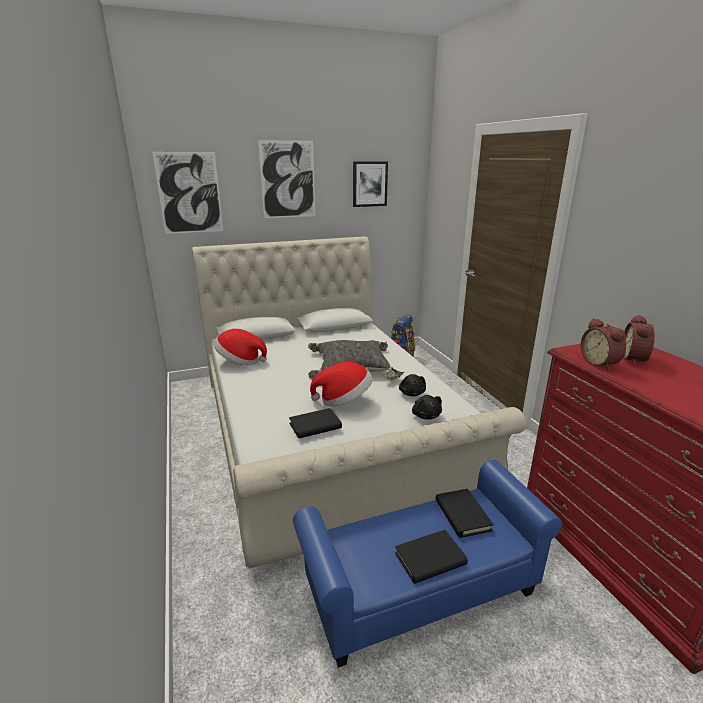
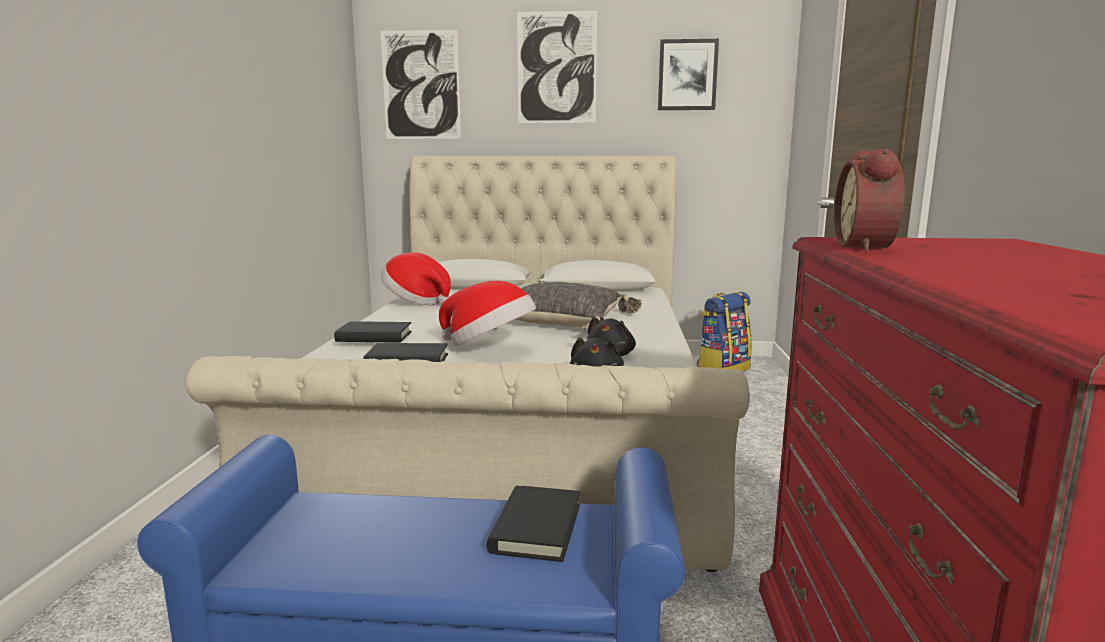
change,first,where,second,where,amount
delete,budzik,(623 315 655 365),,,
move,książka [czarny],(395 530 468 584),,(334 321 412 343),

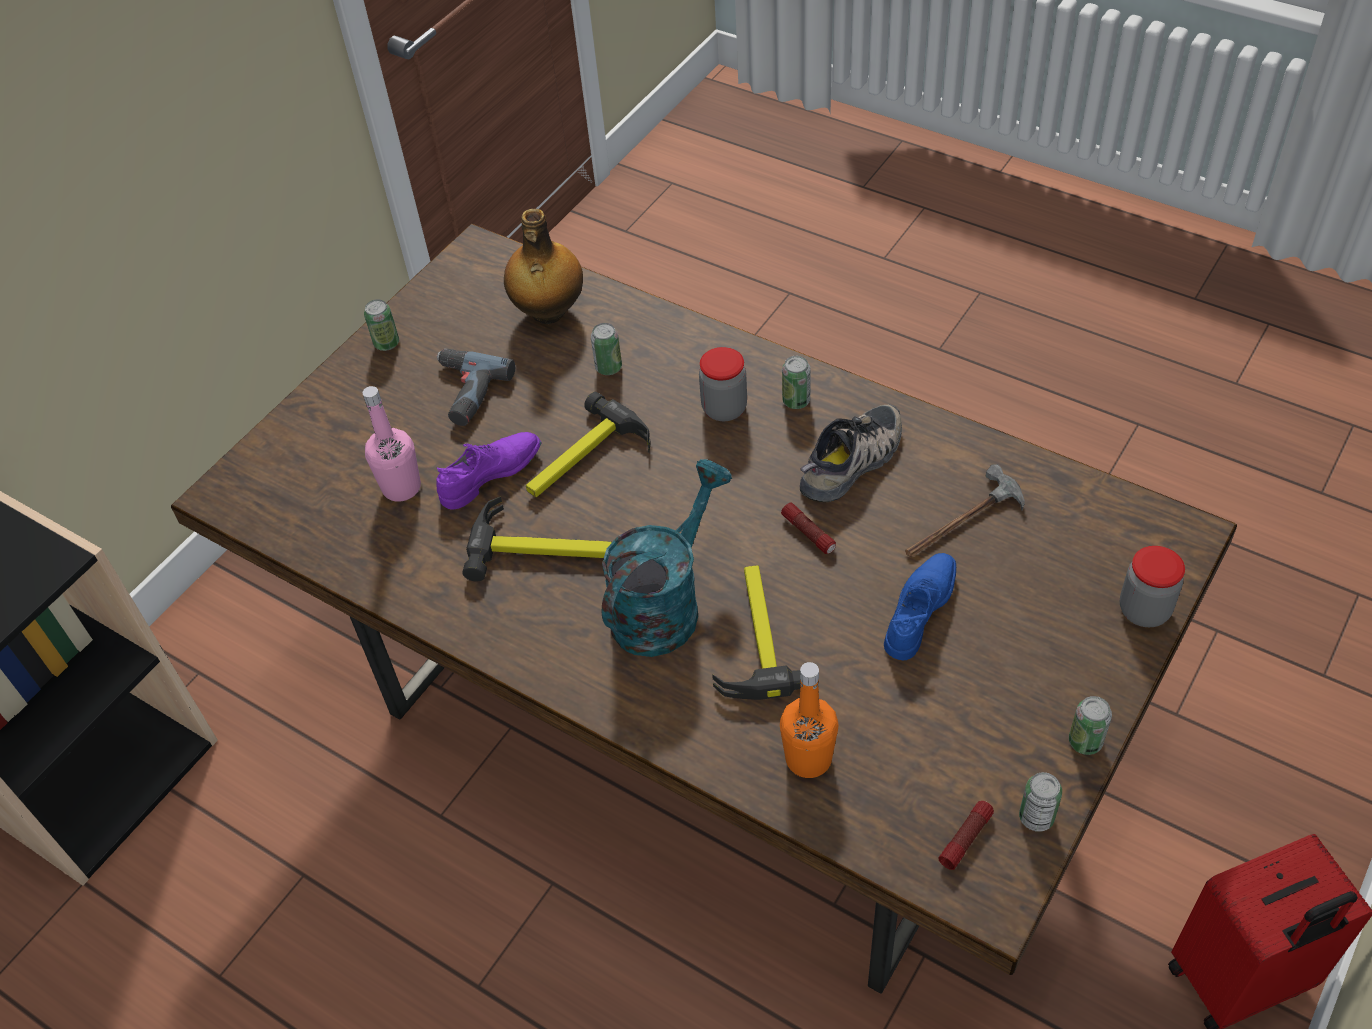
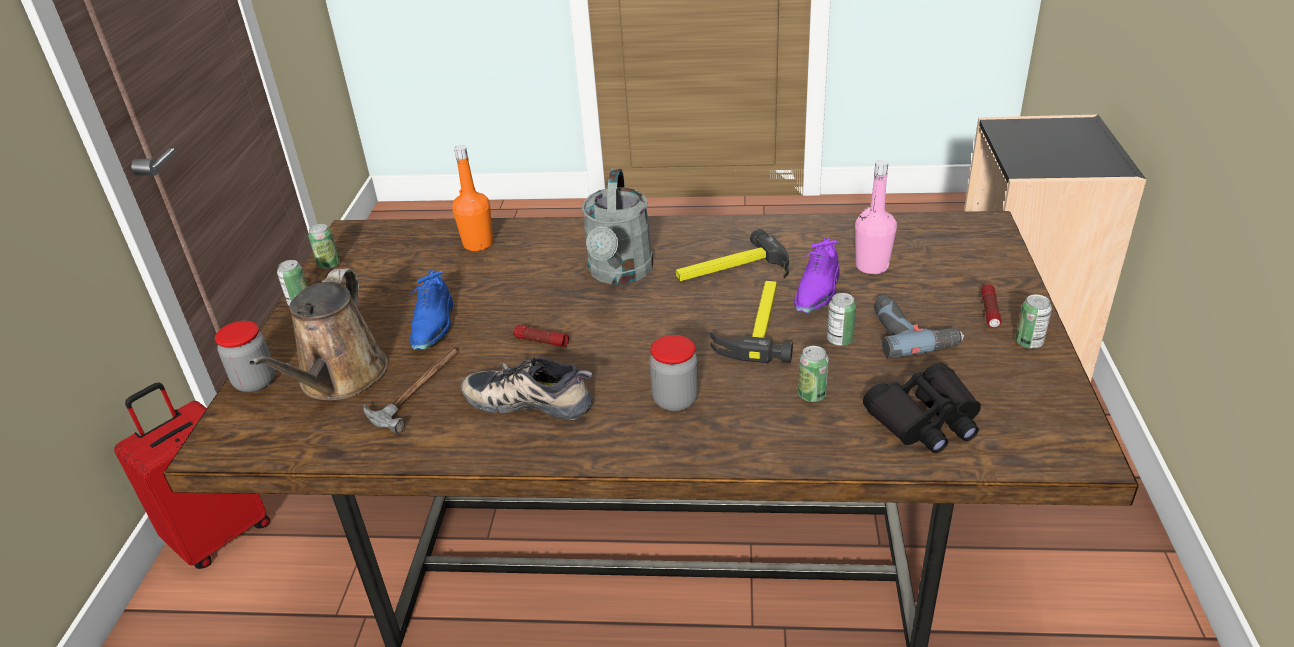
change,first,where,second,where,amount
replace,butelka,(504 209 583 324),lornetka [czarny],(863 362 981 453),
move,puszka,(782 356 811 409),,(827 293 856 346),
rotate,but,(800 404 902 502),,(461 358 593 420),90 degrees clockwise
recolor,konewka [turkusowy],(602 459 732 657),konewka [szary],(582 169 653 285),
delete,młotek,(712 565 801 700),,,
move,latarka,(938 801 994 870),,(981 284 1002 327),
insert,,,konewka [brązowy],(249 268 388 400),

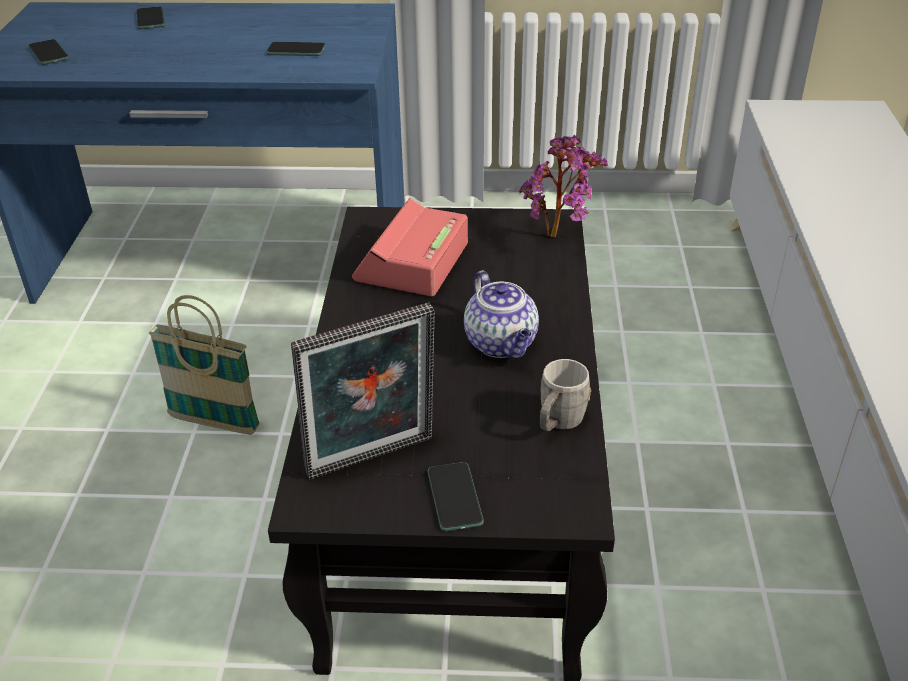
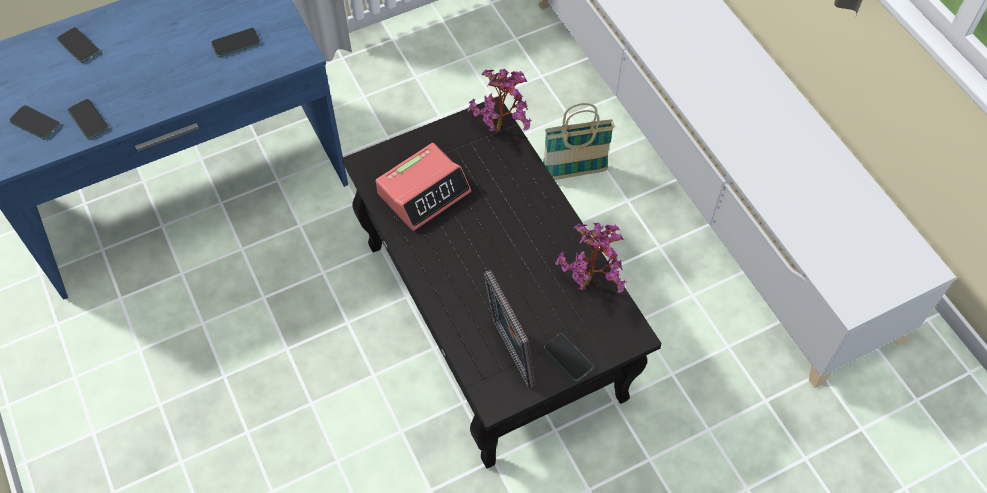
change,first,where,second,where,amount
rotate,budzik,(352 198 468 296),,(376 143 471 231),120 degrees counterclockwise
delete,imbryk,(464 270 539 358),,,
move,koszyk,(149 295 260 435),,(543 103 615 180),
rotate,ramka na zdjęcie,(291 303 435 480),,(484 270 535 388),120 degrees clockwise
replace,kubek [szary],(540 359 591 431),roślina doniczkowa,(555 223 626 293),
insert,,,telefon,(68 99 109 139),

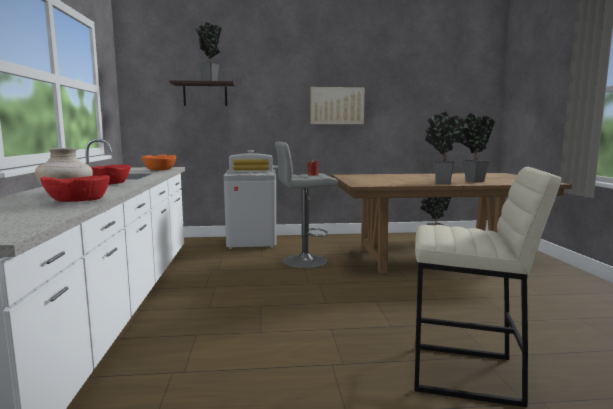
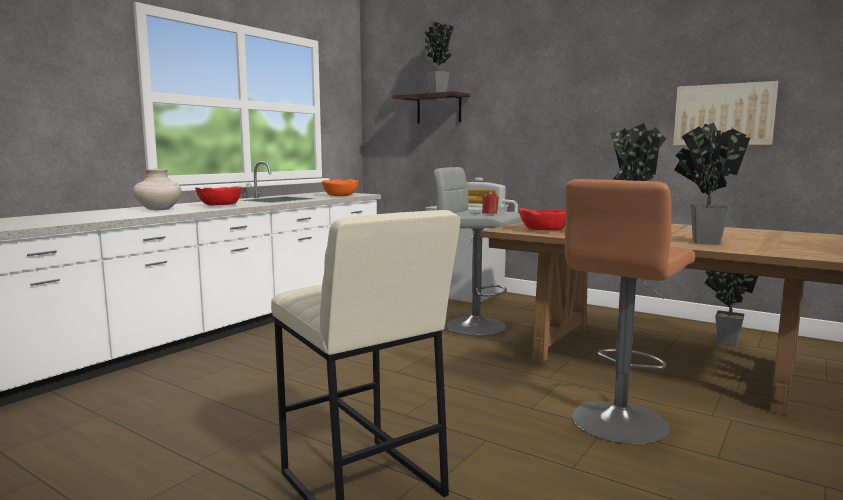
change,first,where,second,where,amount
move,obraz,(310 87 365 124),,(673 81 779 145),
move,miska [czerwony],(40 175 110 202),,(519 208 566 231),
insert,,,stołek [brązowy],(565 179 695 444),

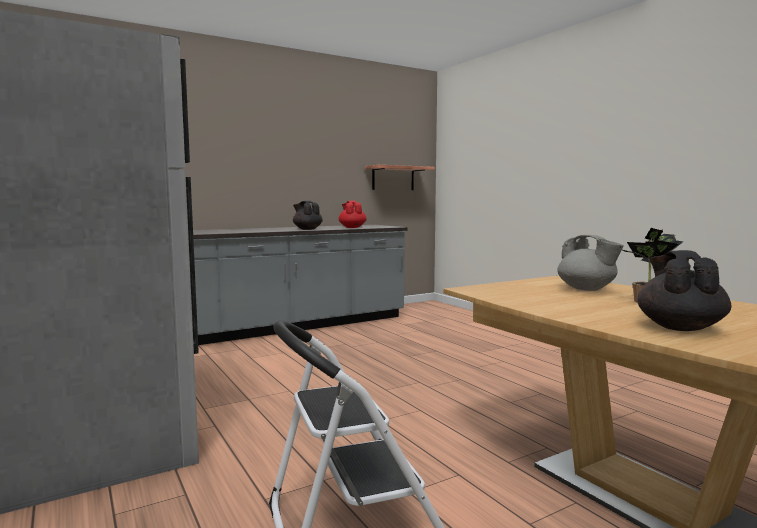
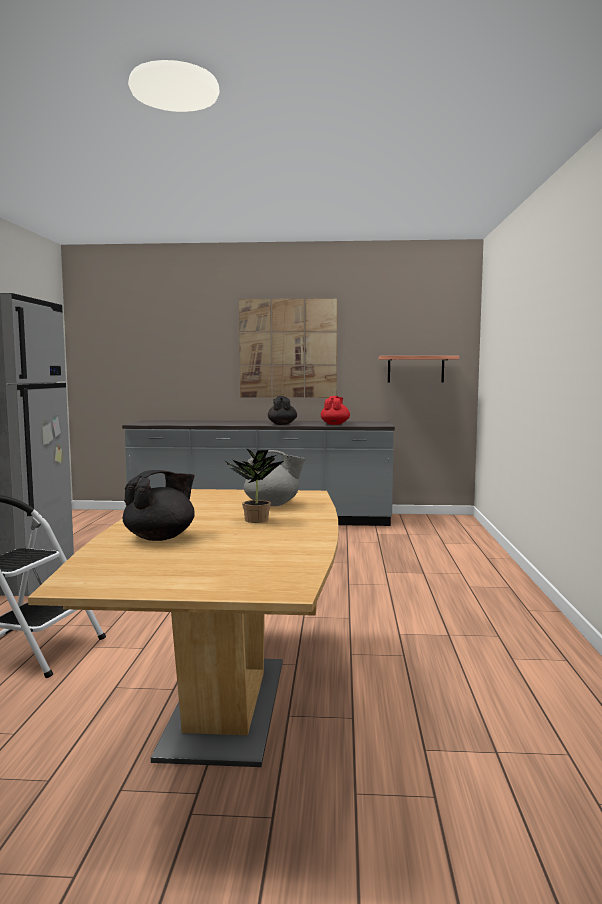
change,first,where,second,where,amount
rotate,imbryk [szary],(557 235 624 291),,(244 450 305 506),90 degrees counterclockwise
insert,,,obraz,(239 298 337 398),

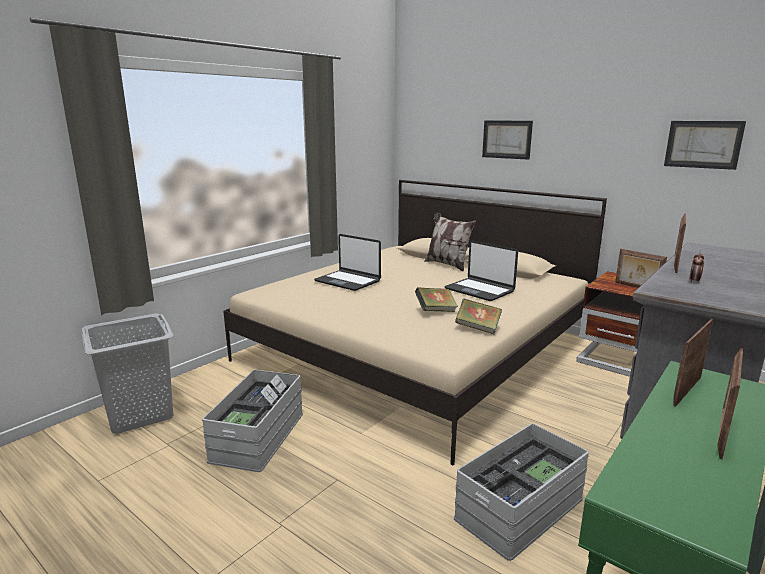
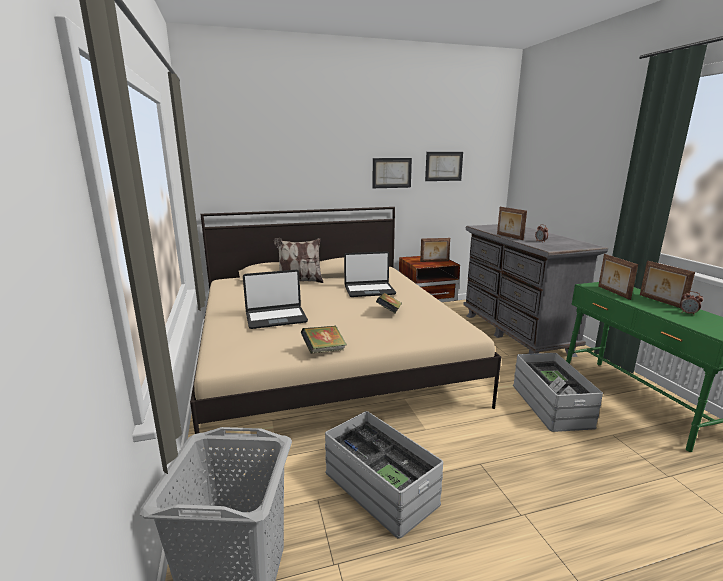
change,first,where,second,where,amount
move,obraz,(482 120 533 160),,(373 158 412 188),
move,książka,(455 299 502 334),,(301 326 347 354),
insert,,,budzik,(680 291 703 316),

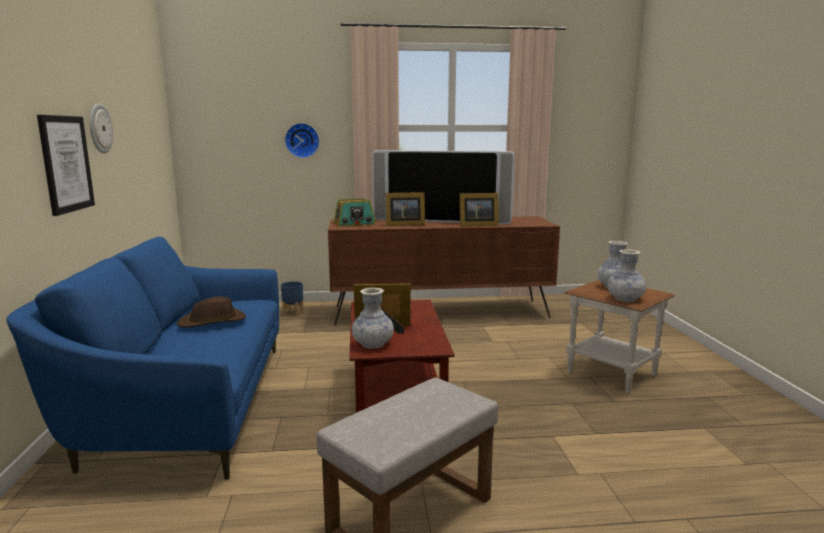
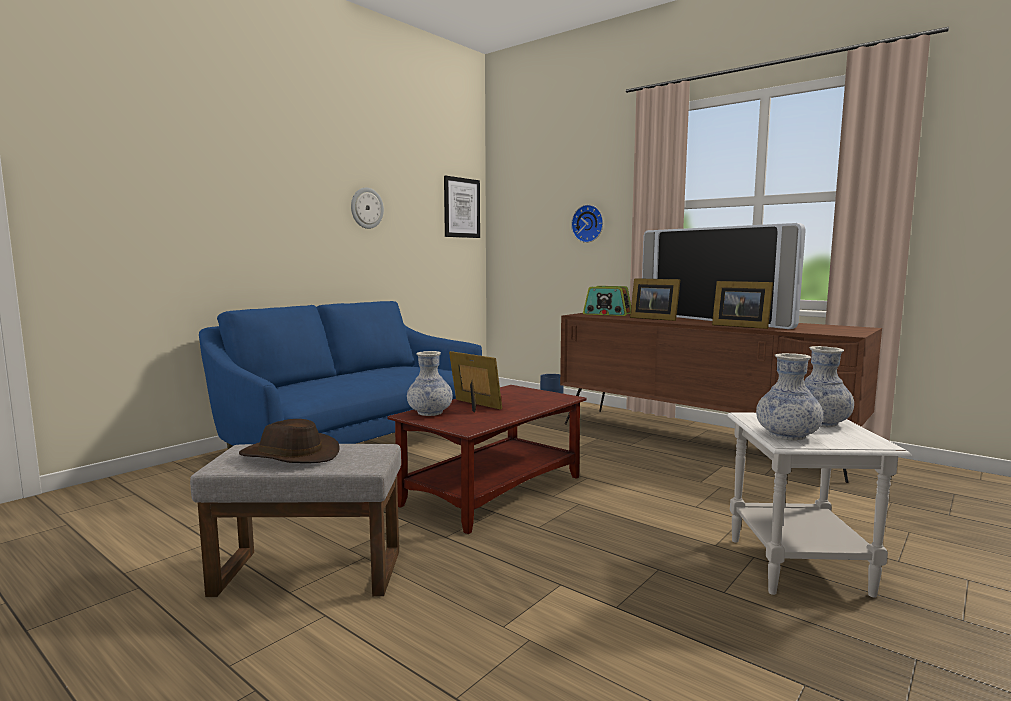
change,first,where,second,where,amount
move,obraz,(37 115 95 216),,(444 176 480 238),
recolor,stolik [brązowy],(564 280 675 393),stolik [biały],(727 412 911 598),
move,kapelusz [brązowy],(177 297 246 328),,(239 419 340 463),

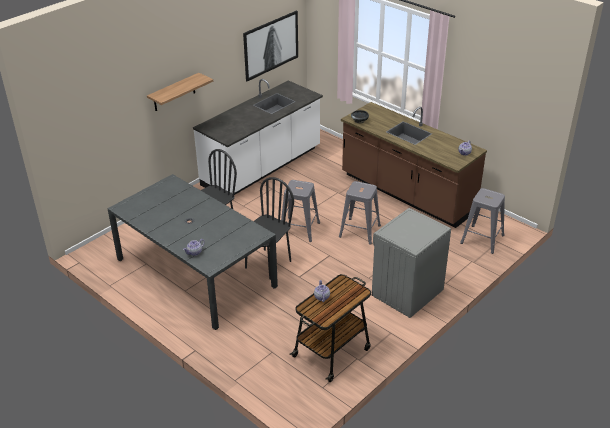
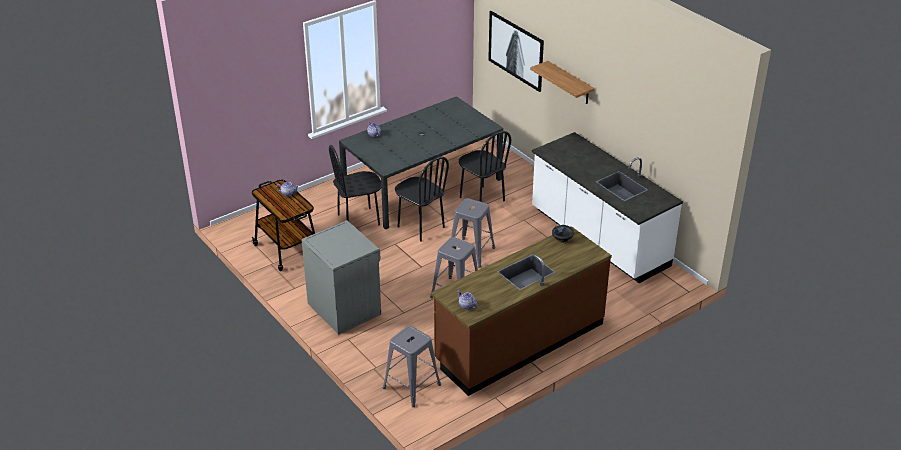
change,first,where,second,where,amount
move,obraz,(243 11 298 81),,(488 11 544 92),
insert,,,krzesło [czarny],(329 145 381 225),

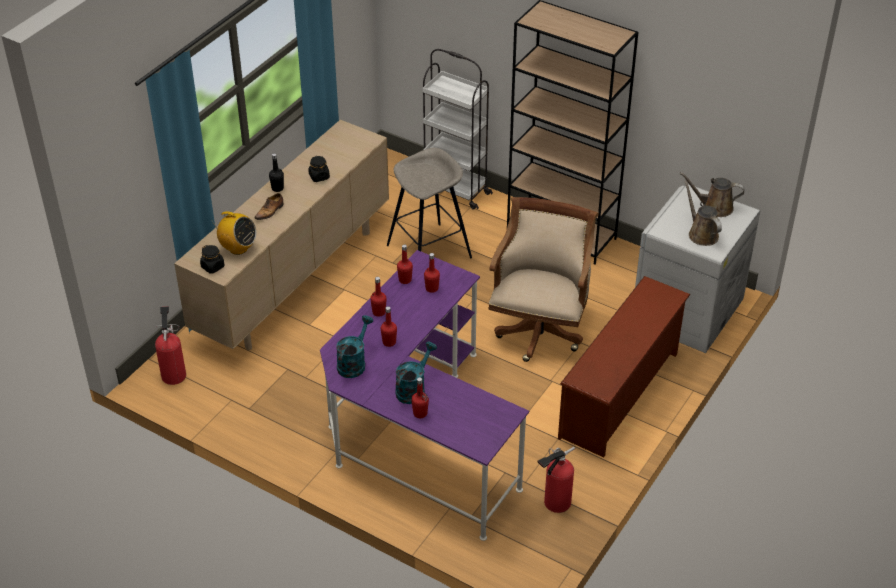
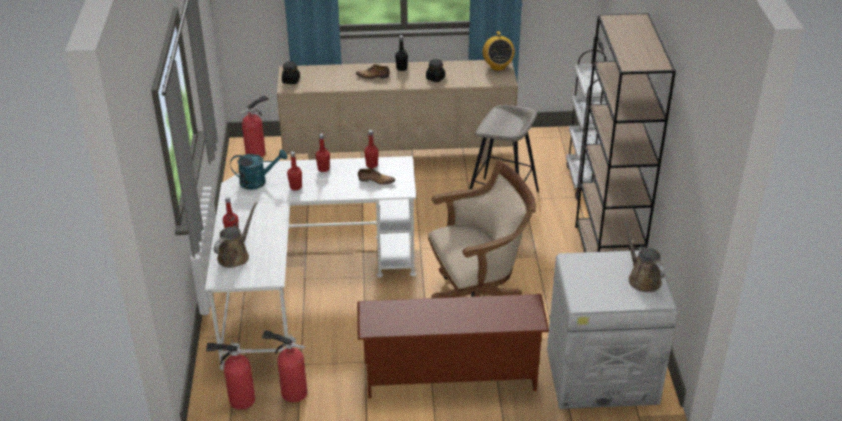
change,first,where,second,where,amount
move,konewka [brązowy],(684 181 722 246),,(214 202 257 268),
move,radio,(212 211 257 255),,(483 31 515 71),
recolor,biurko [fioletowy],(320 250 529 541),biurko [biały],(205 156 416 370),
replace,butelka [czerwony],(424 253 440 293),but,(358 168 395 185),
delete,konewka [turkusowy],(395 342 437 404),,,
insert,,,gaśnica,(206 341 255 410),

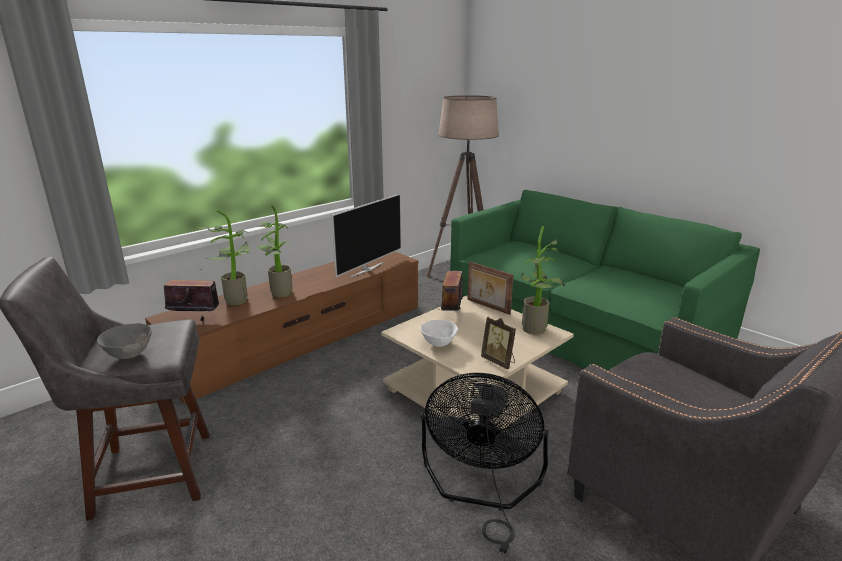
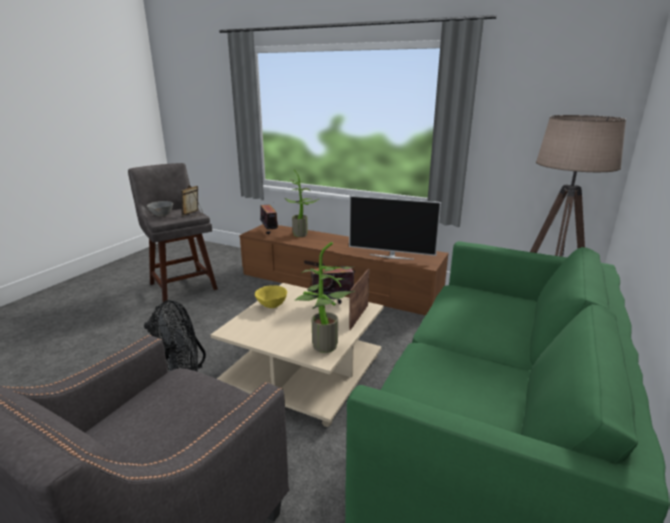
change,first,where,second,where,amount
delete,roślina doniczkowa,(257 205 293 297),,,
move,ramka na zdjęcie,(481 317 516 370),,(181 185 203 217),
recolor,miska [biały],(420 320 458 347),miska [żółty],(255 285 287 308),

